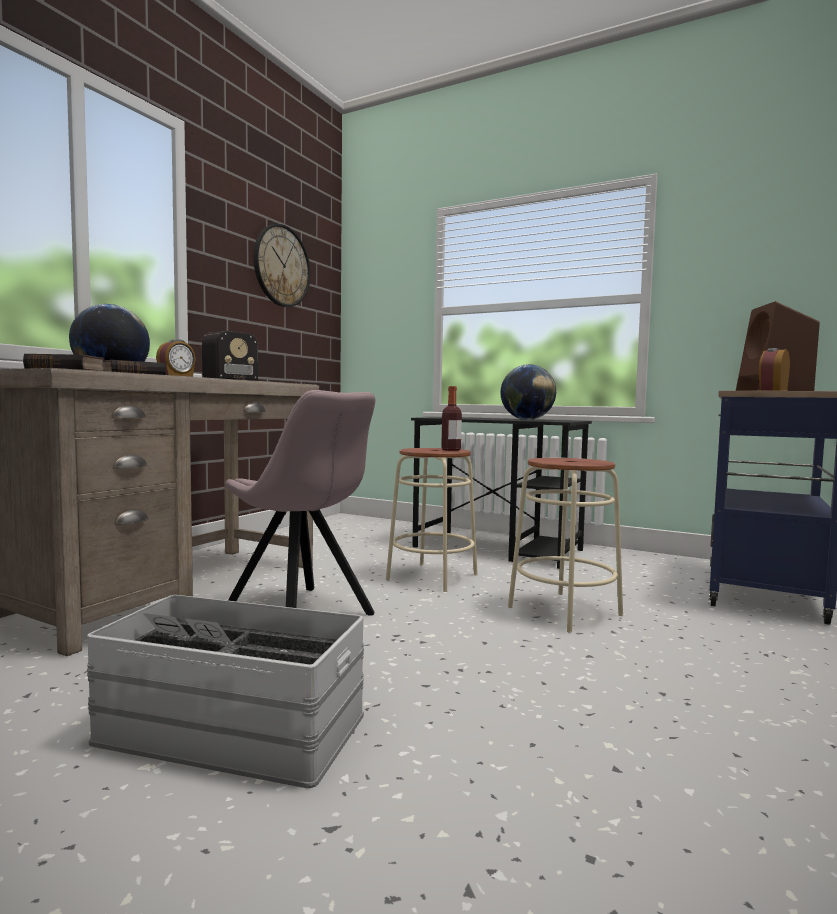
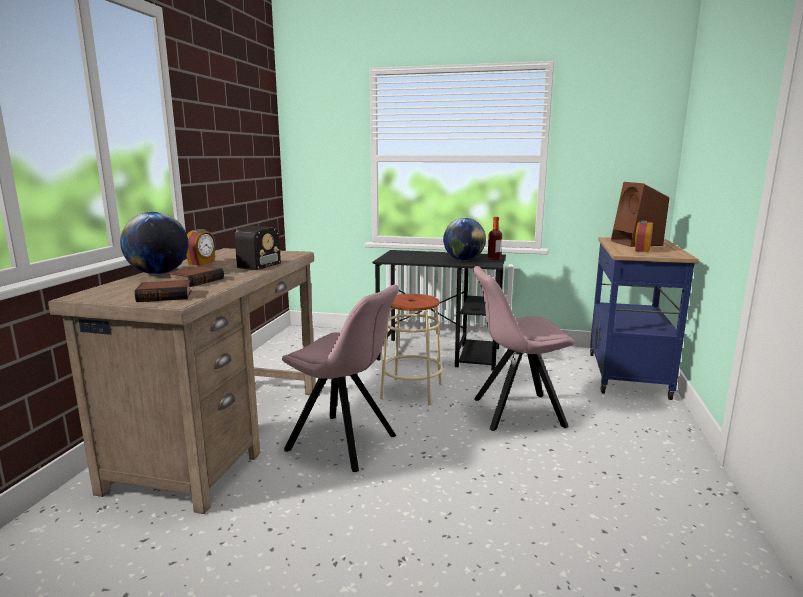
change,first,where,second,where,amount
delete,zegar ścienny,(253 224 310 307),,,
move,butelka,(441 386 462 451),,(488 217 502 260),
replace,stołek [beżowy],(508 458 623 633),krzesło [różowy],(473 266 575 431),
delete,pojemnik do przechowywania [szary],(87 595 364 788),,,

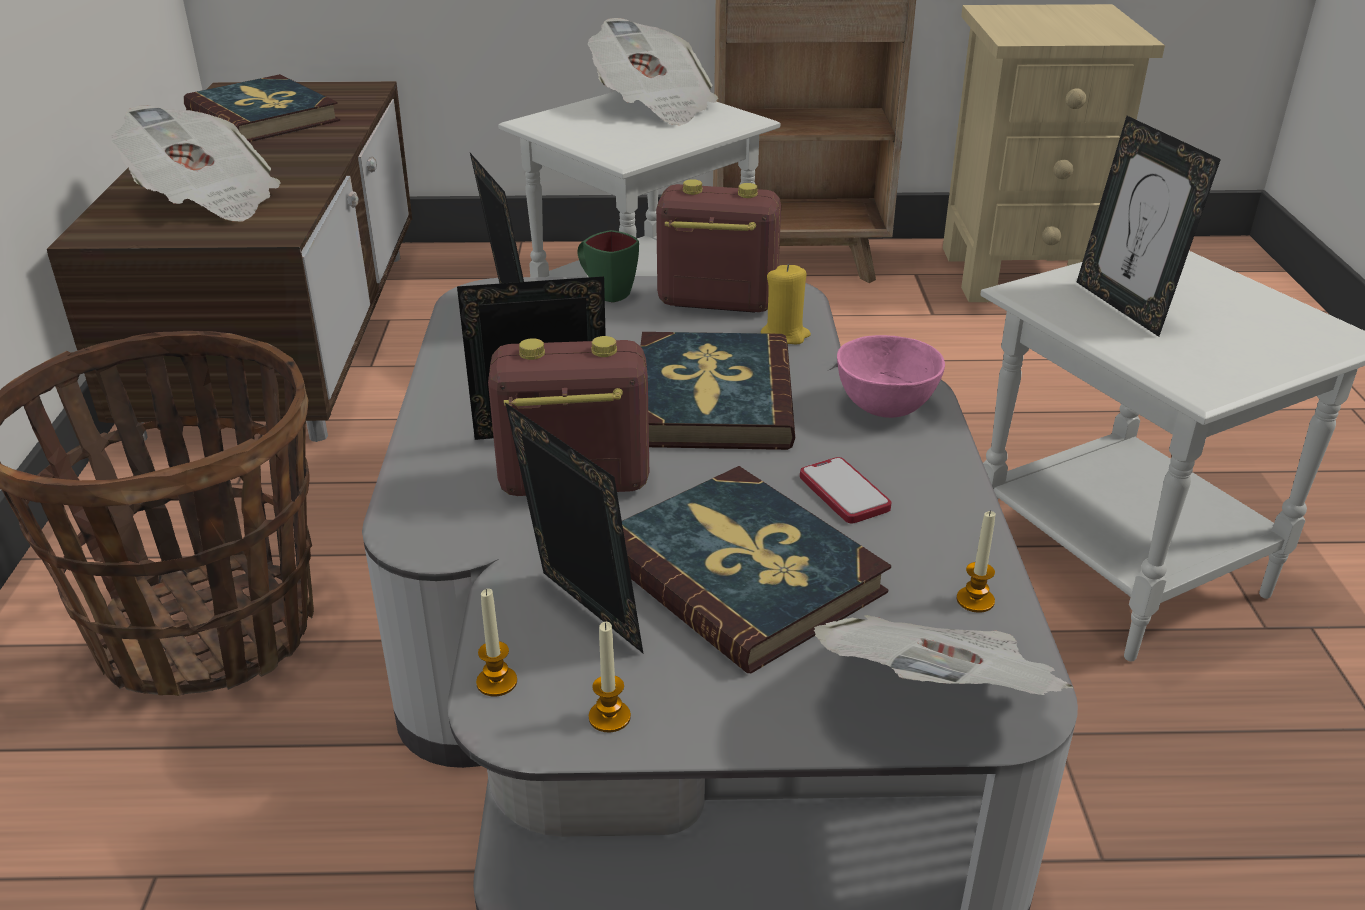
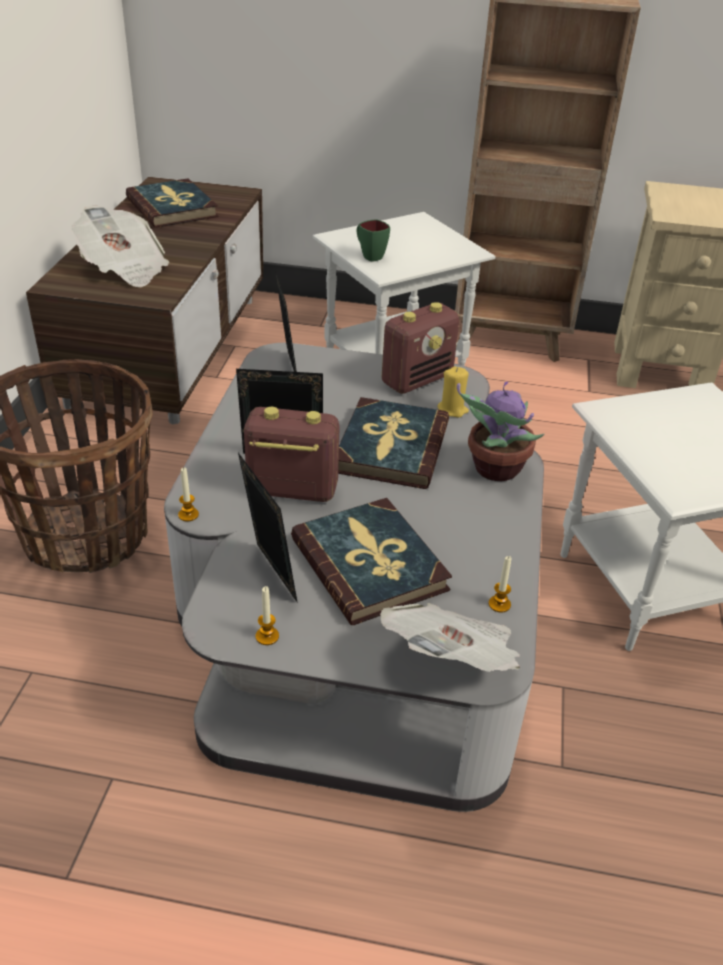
change,first,where,second,where,amount
delete,gazeta,(588 18 718 126),,,
delete,ramka na zdjęcie,(1077 116 1221 337),,,
rotate,radio,(656 179 781 313),,(382 302 459 394),120 degrees clockwise
move,kubek [zielony],(577 230 639 303),,(357 220 390 262),
replace,miska [różowy],(837 335 945 418),roślina doniczkowa,(457 382 545 481),
delete,telefon,(800 457 891 524),,,
move,świeca,(476 589 517 696),,(178 467 199 522),

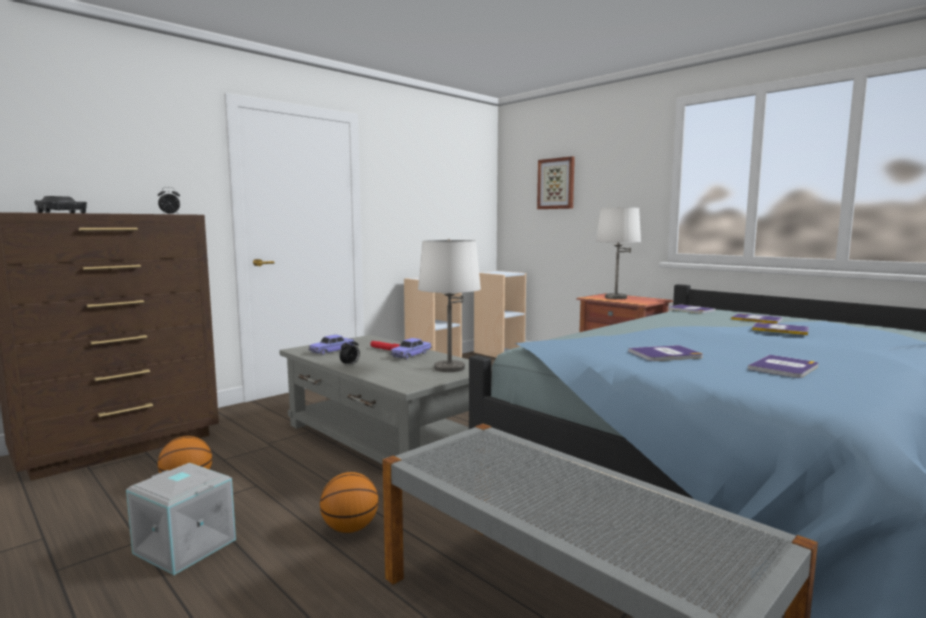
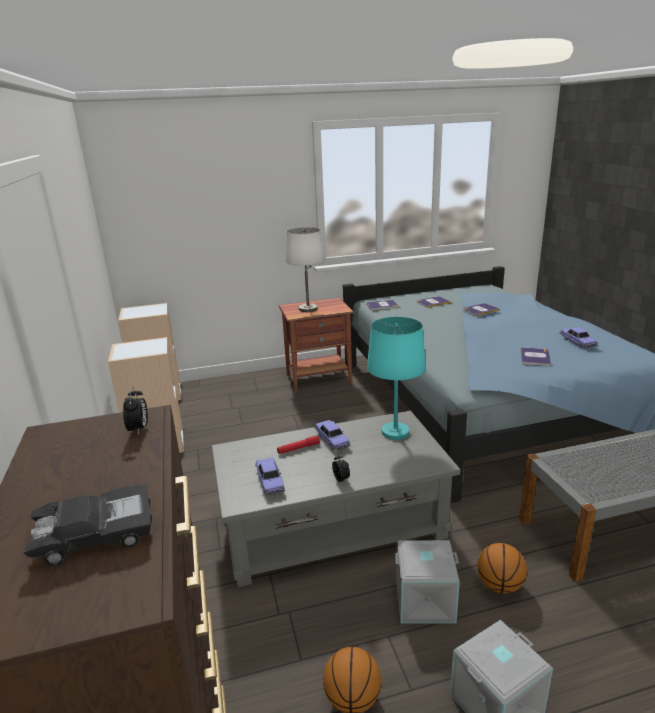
change,first,where,second,where,amount
delete,obraz,(537 156 575 209),,,
recolor,lampa stołowa [biały],(418 239 481 372),lampa stołowa [turkusowy],(367 317 426 440),
replace,książka,(748 355 818 378),samochodzik,(559 327 597 349),
insert,,,pojemnik do przechowywania [szary],(395 540 460 623),

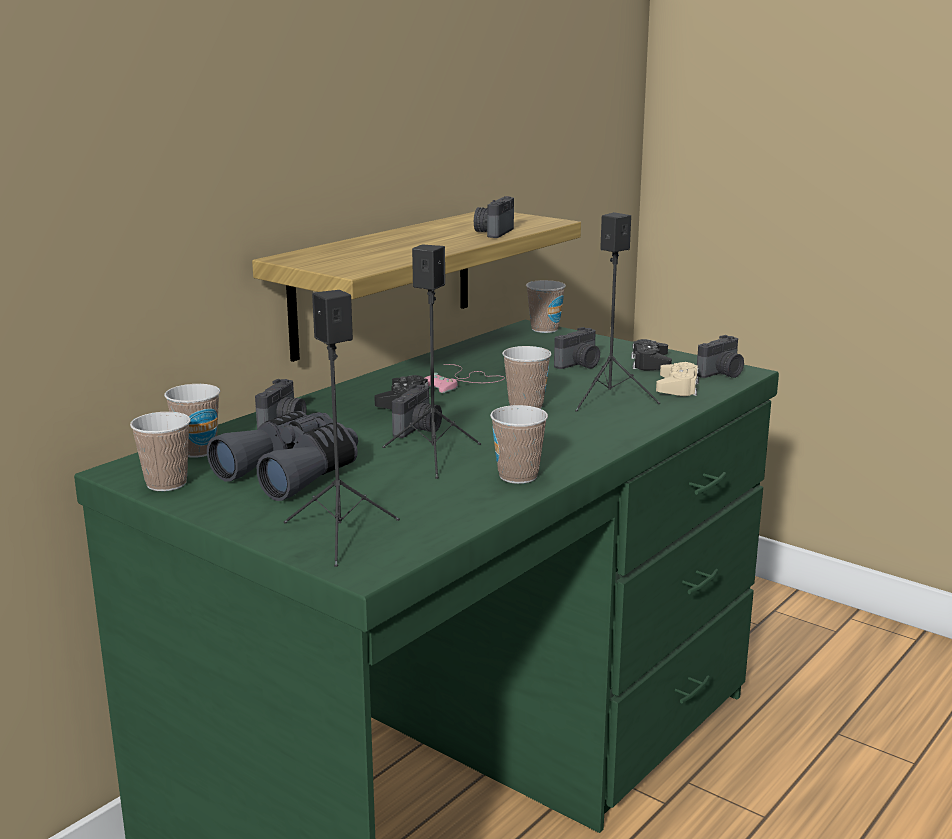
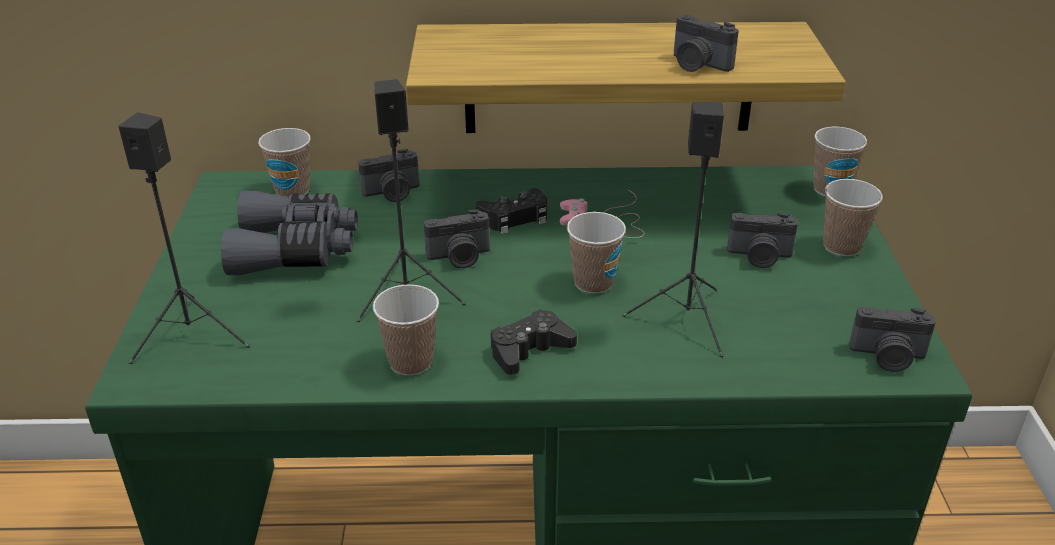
change,first,where,second,where,amount
rotate,aparat fotograficzny,(474 196 514 238),,(674 15 739 72),120 degrees counterclockwise
move,pad do gier [czarny],(631 339 672 371),,(491 309 577 375),
delete,pad do gier [beżowy],(656 362 699 396),,,
move,filiżanka,(130 412 191 491),,(823 179 883 256),

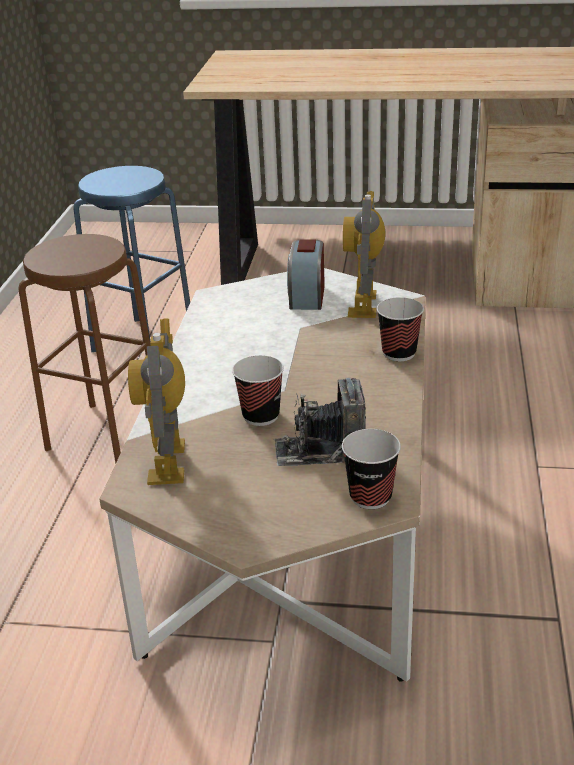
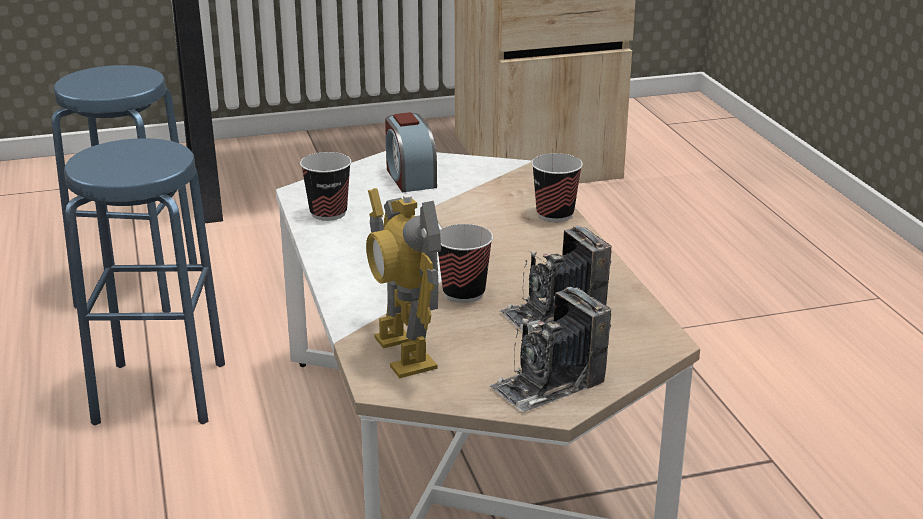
change,first,where,second,where,amount
delete,robot zabawkowy,(343 191 385 318),,,
recolor,stołek [brązowy],(18 234 150 464),stołek [niebieski],(64 138 225 426),
move,filiżanka,(342 429 401 509),,(300 152 351 221),
insert,,,aparat fotograficzny,(489 287 611 412),

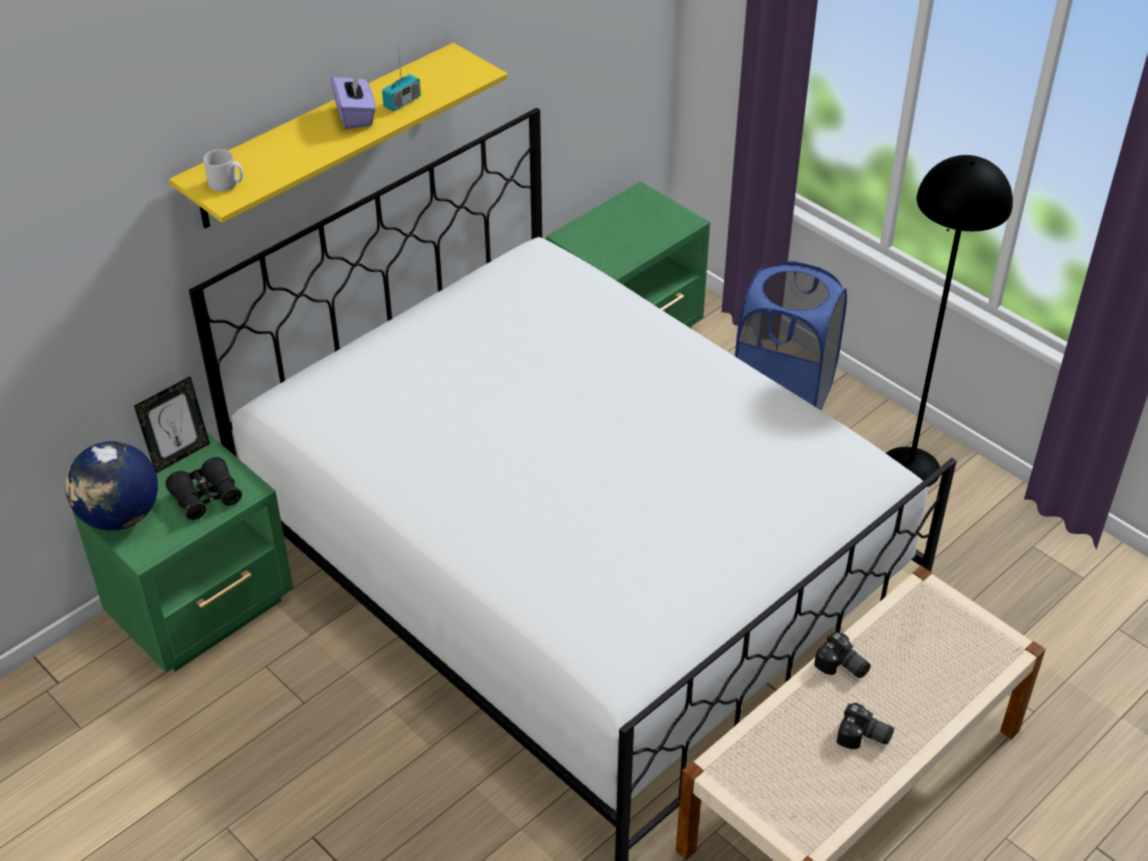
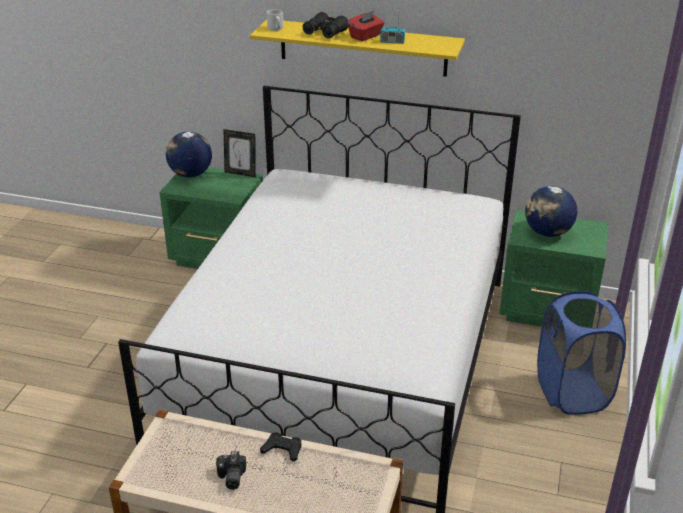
change,first,where,second,where,amount
recolor,pudełko chusteczek [fioletowy],(331 73 376 129),pudełko chusteczek [czerwony],(347 11 384 41),
delete,lampa stojąca [czarny],(886 155 1013 487),,,
move,lornetka [czarny],(166 457 242 520),,(302 12 348 39),
replace,aparat fotograficzny,(814 631 871 678),pad do gier [czarny],(260 432 302 462),
insert,,,globus,(525 186 577 237),

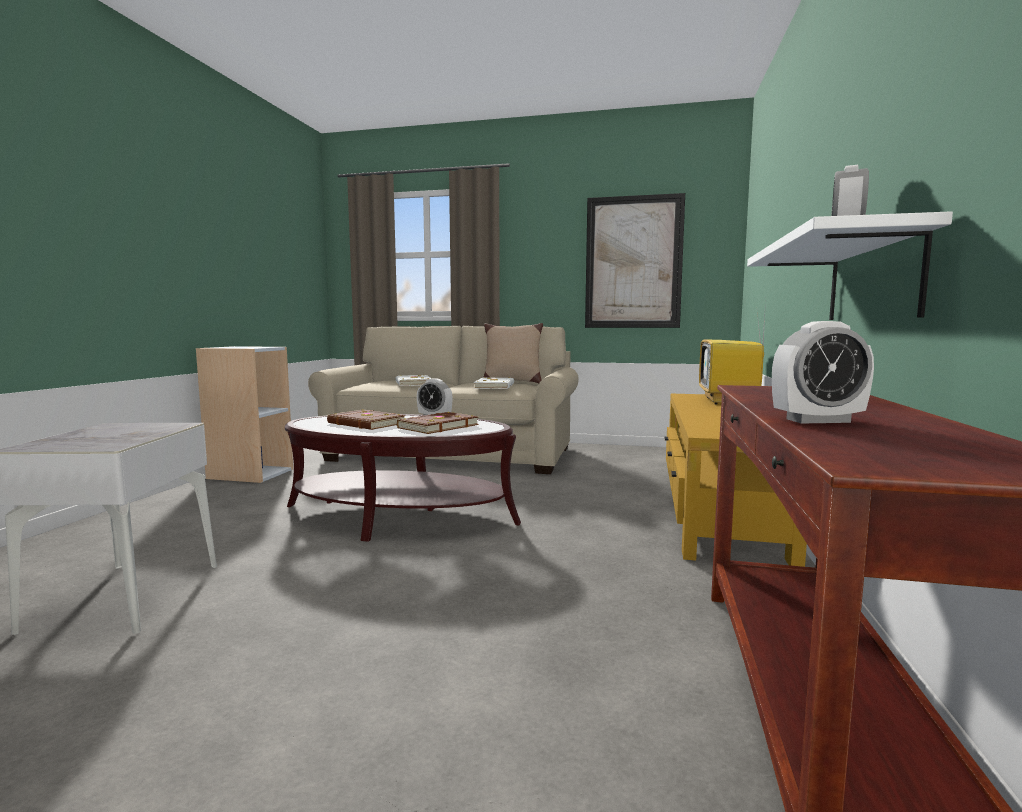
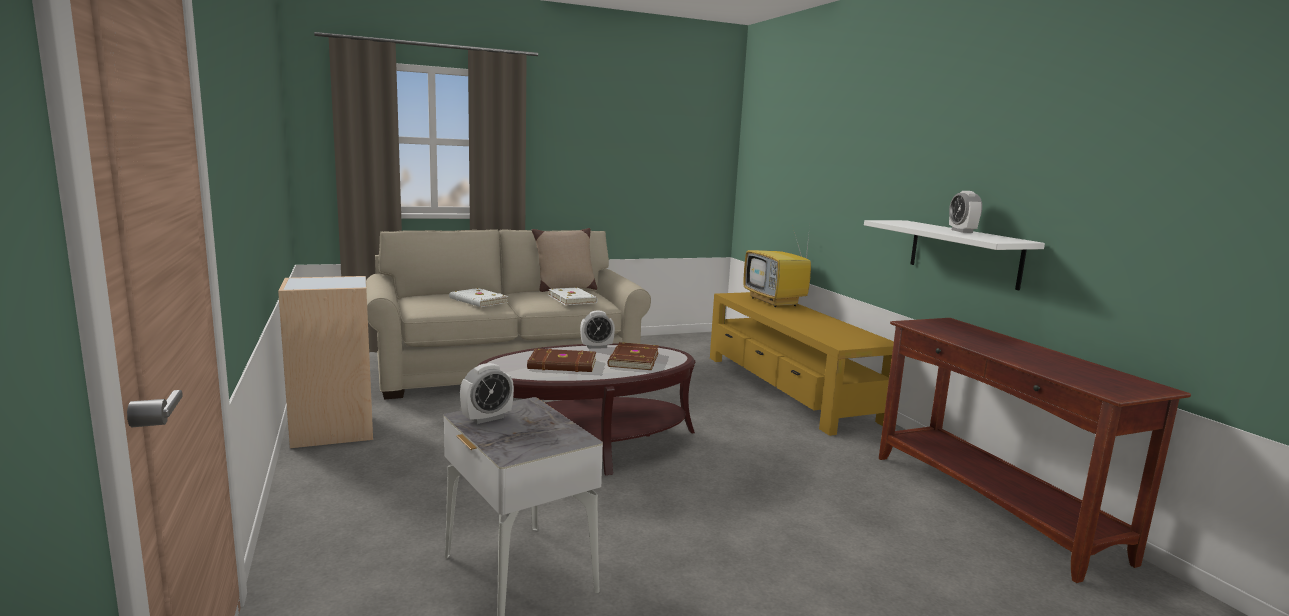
change,first,where,second,where,amount
delete,obraz,(585 193 685 328),,,
move,budzik,(772 321 874 424),,(460 363 514 424),

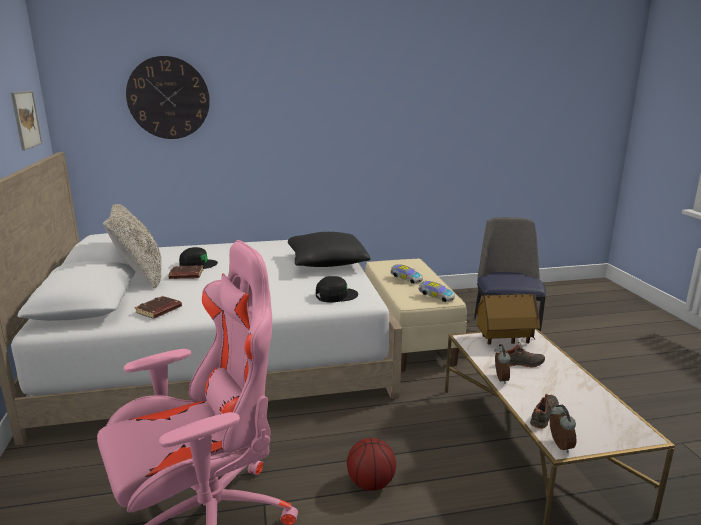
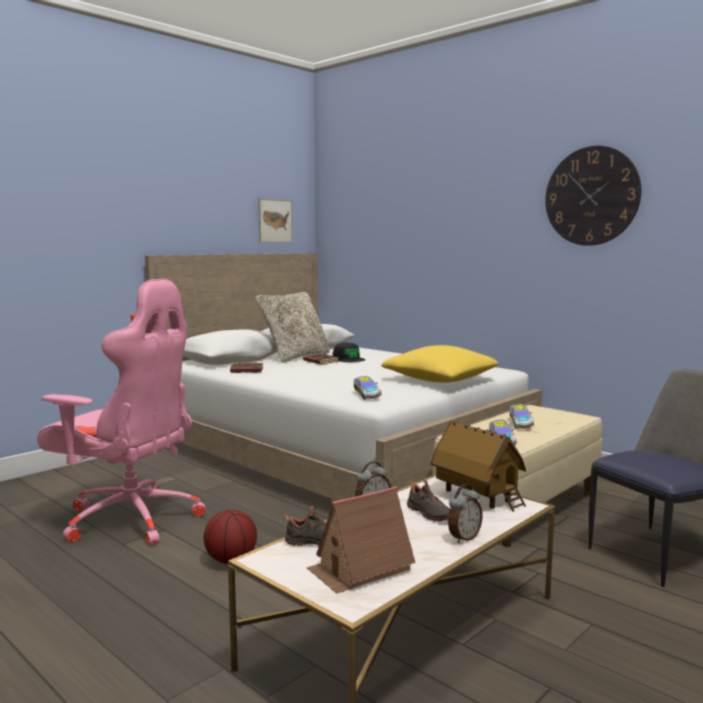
change,first,where,second,where,amount
move,zegar ścienny,(126 56 210 139),,(545 146 641 246),
recolor,poduszka [czarny],(288 232 370 267),poduszka [żółty],(381 345 498 383),
replace,czapka z daszkiem [czarny],(316 276 358 302),samochodzik,(354 376 381 400),
move,budzik,(550 405 577 453),,(448 484 483 543),
insert,,,domek,(307 486 415 594),

